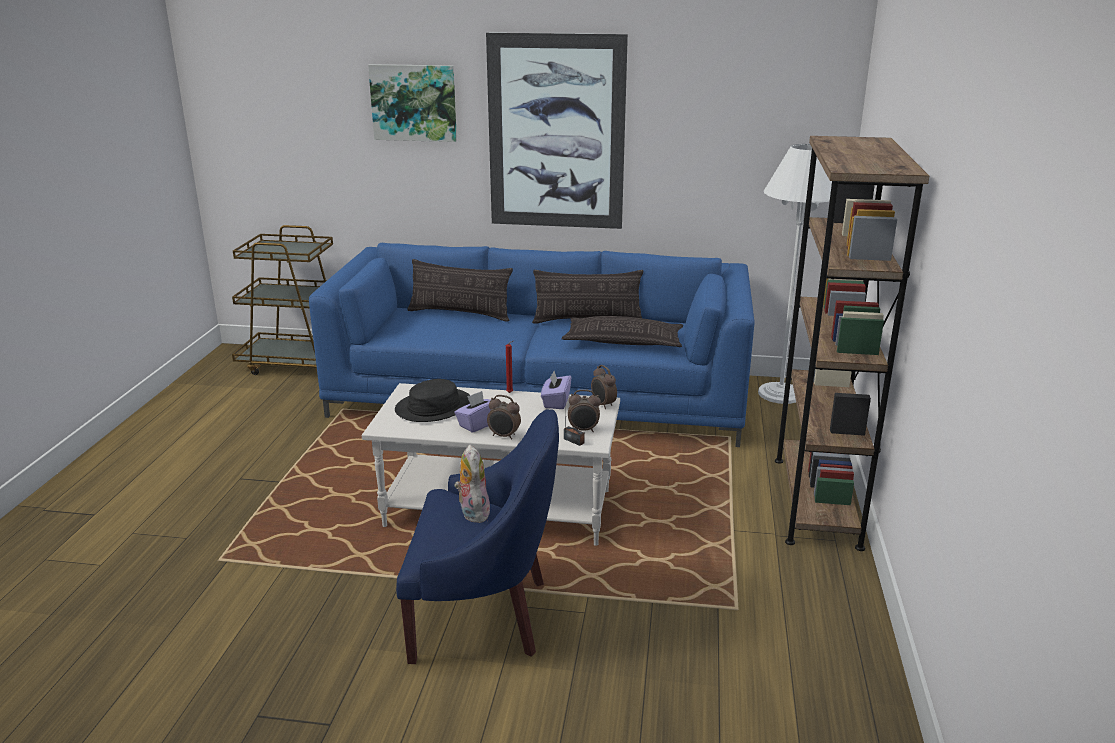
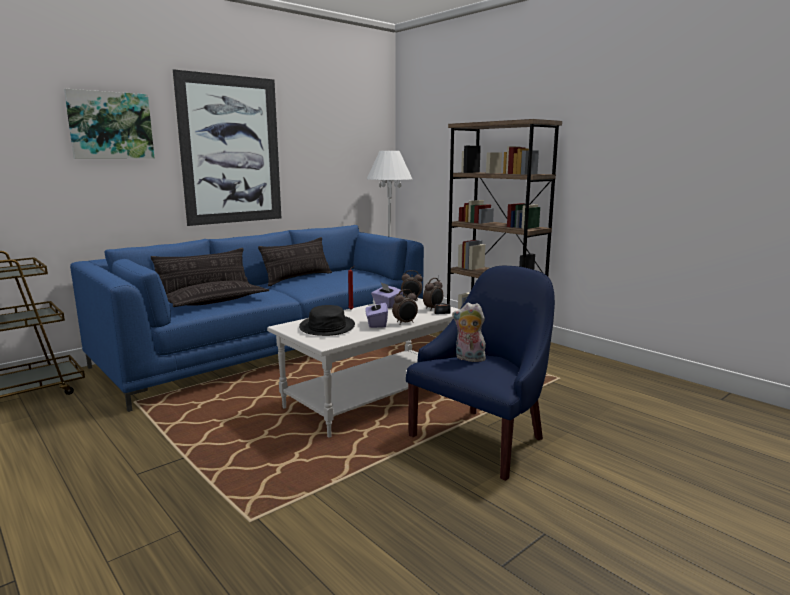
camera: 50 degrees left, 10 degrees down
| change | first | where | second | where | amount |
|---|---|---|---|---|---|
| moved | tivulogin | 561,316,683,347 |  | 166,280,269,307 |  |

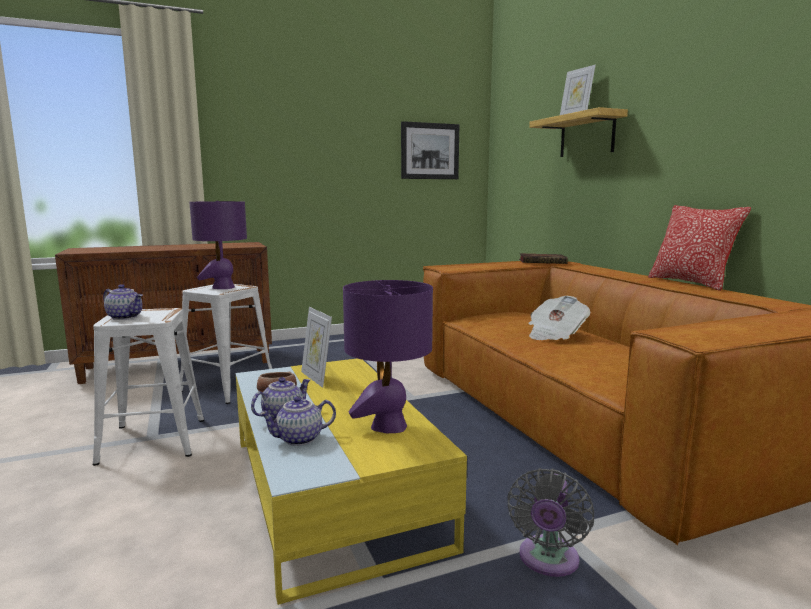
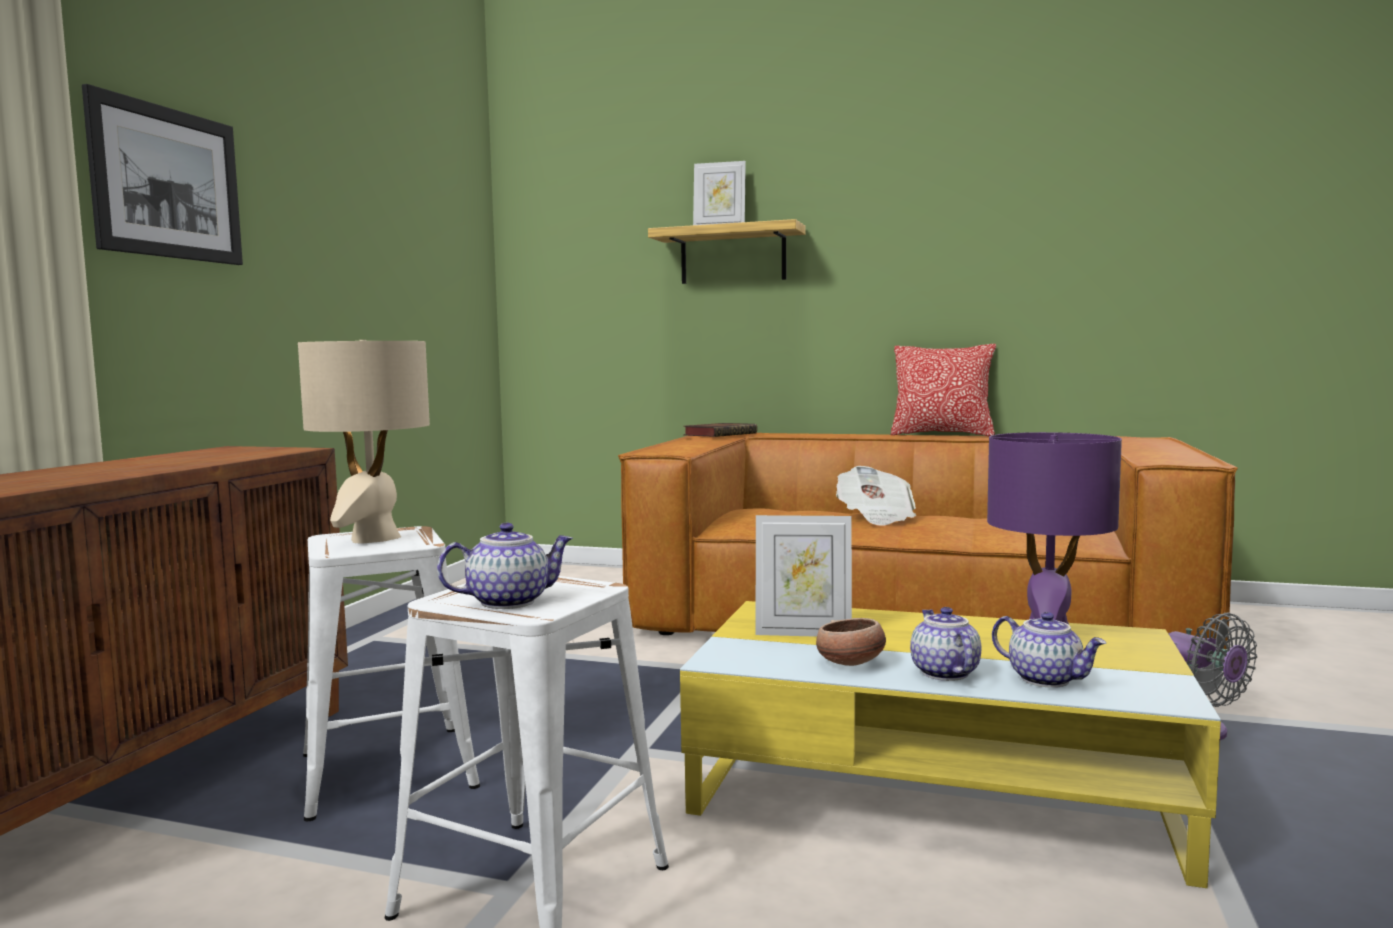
camera: 50 degrees left, 5 degrees down
| change | first | where | second | where | amount |
|---|---|---|---|---|---|
| moved | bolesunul | 401,121,459,179 |  | 82,84,243,265 |  |
| recoloured | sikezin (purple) | 189,201,247,289 | sikezin (beige) | 298,340,430,543 |  |
| turned | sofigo | 259,396,336,446 |  | 992,612,1106,688 | 60 degrees counterclockwise |

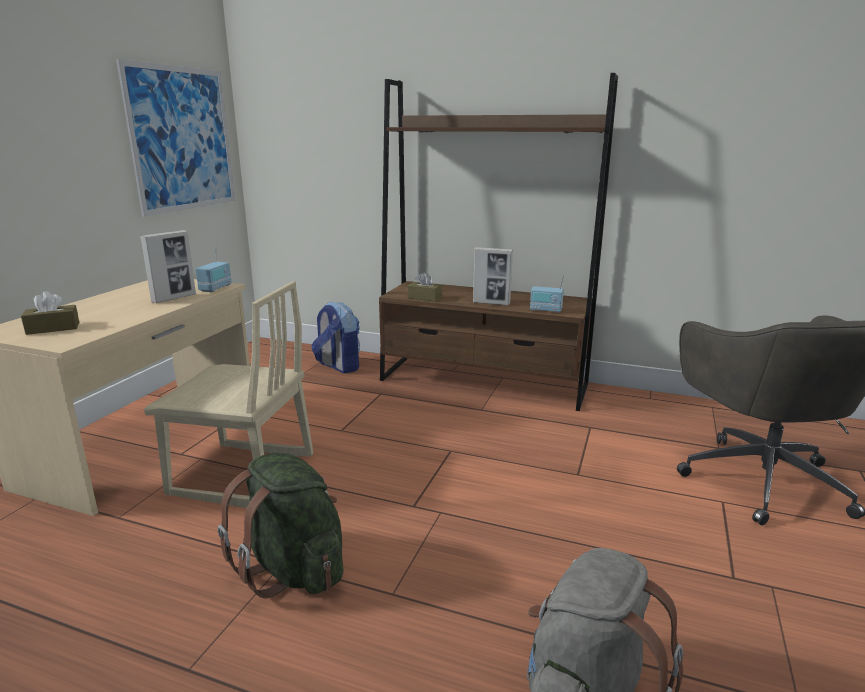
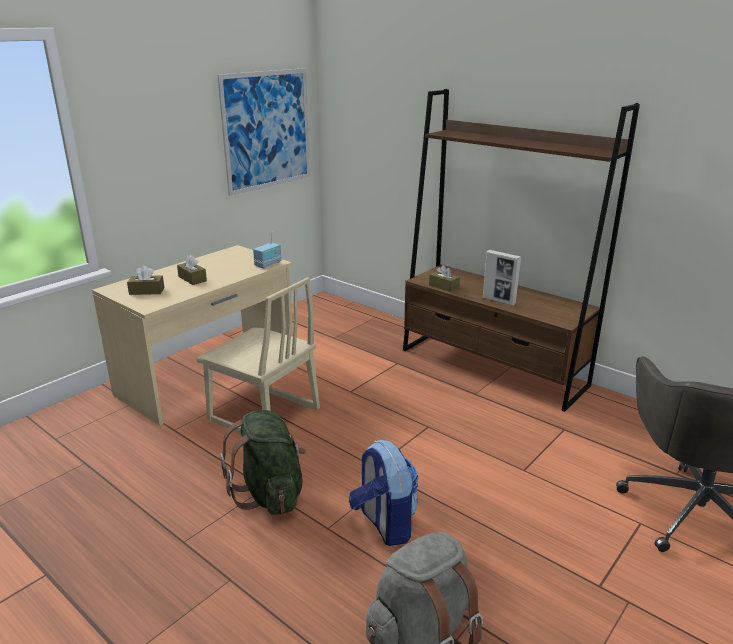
camera: 20 degrees right, 5 degrees up
| change | first | where | second | where | amount |
|---|---|---|---|---|---|
| removed | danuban | 140,230,196,303 |  |  |  |
| removed | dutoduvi | 530,275,564,313 |  |  |  |
| added |  |  | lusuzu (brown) | 177,255,207,285 |  |
| moved | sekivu | 311,302,360,373 |  | 349,440,419,546 |  |

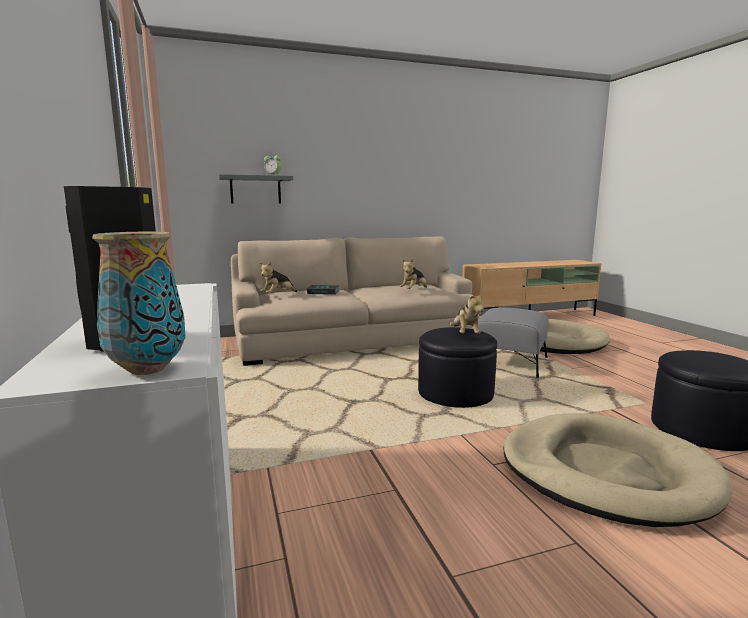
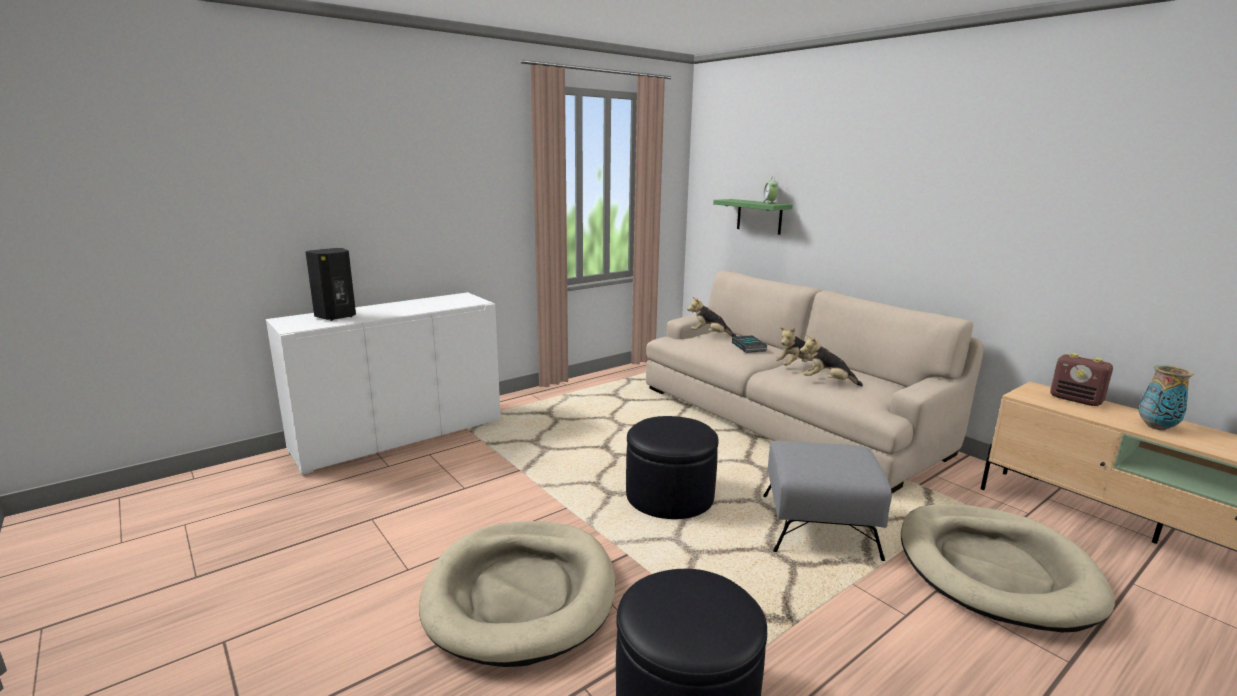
camera: 70 degrees right, 5 degrees up
| change | first | where | second | where | amount |
|---|---|---|---|---|---|
| added |  |  | dutoduvi | 1050,353,1113,406 |  |
| moved | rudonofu | 92,232,186,375 |  | 1138,365,1194,430 |  |
| moved | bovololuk | 450,292,484,334 |  | 776,327,812,366 |  |
| recoloured | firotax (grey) | 219,174,293,204 | firotax (green) | 713,199,793,235 |  |

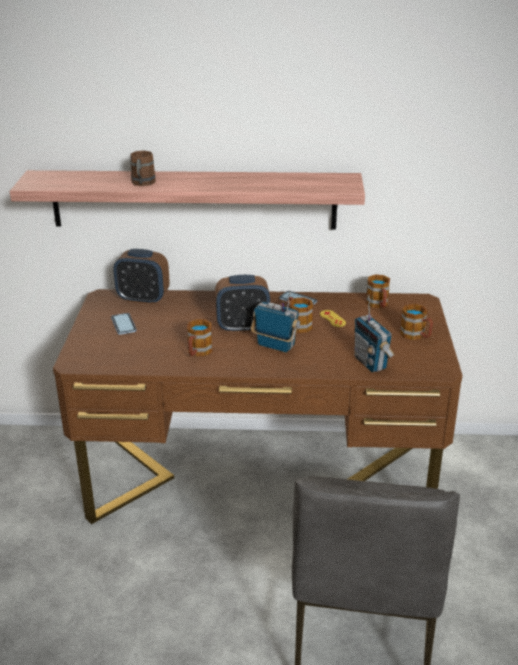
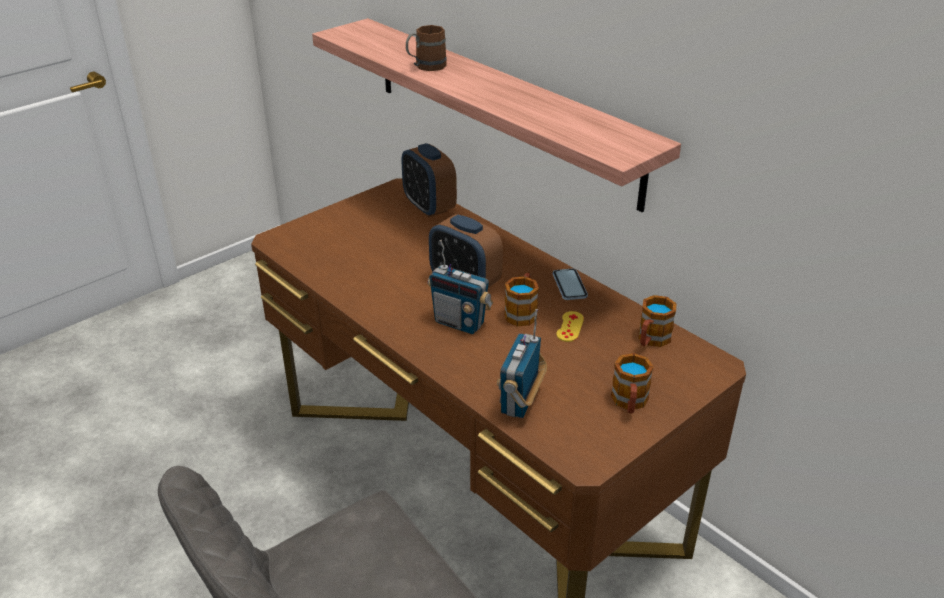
camera: 45 degrees right, 5 degrees up
| change | first | where | second | where | amount |
|---|---|---|---|---|---|
| removed | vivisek | 111,313,137,335 |  |  |  |
| removed | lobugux | 187,319,212,356 |  |  |  |
| turned | dutoduvi | 251,293,300,353 |  | 428,240,493,334 | 135 degrees clockwise |

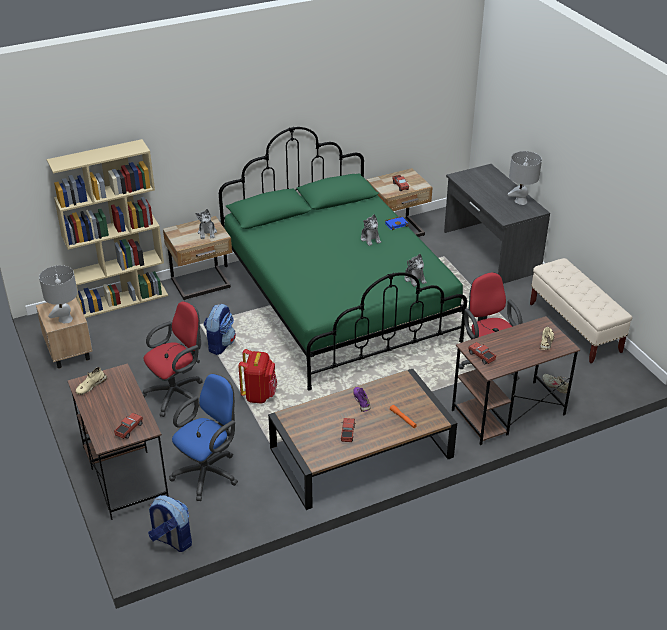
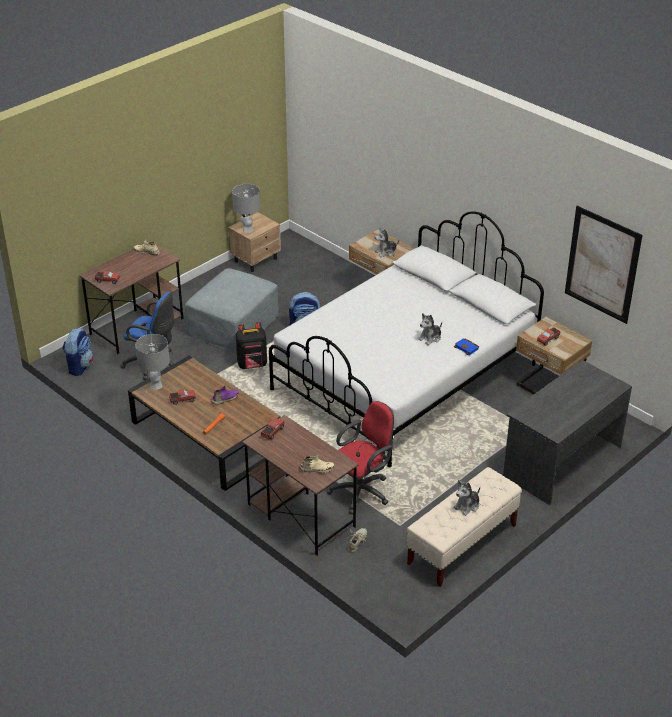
camera: 70 degrees right, 0 degrees up
| change | first | where | second | where | amount |
|---|---|---|---|---|---|
| removed | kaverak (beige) | 47,139,168,318 |  |  |  |
| added |  |  | bolesunul | 565,206,642,324 |  |
| moved | bovololuk | 404,254,427,287 |  | 453,480,480,516 |  |
| moved | sikezin (grey) | 508,151,542,205 |  | 135,334,170,390 |  |
| replaced | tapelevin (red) | 142,301,203,417 | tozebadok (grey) | 185,268,279,353 |  |
| recoloured | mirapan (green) | 219,127,467,390 | mirapan (white) | 269,211,544,467 |  |
| recoloured | sekivu (red) | 238,349,277,404 | sekivu (black) | 236,322,267,369 |  |

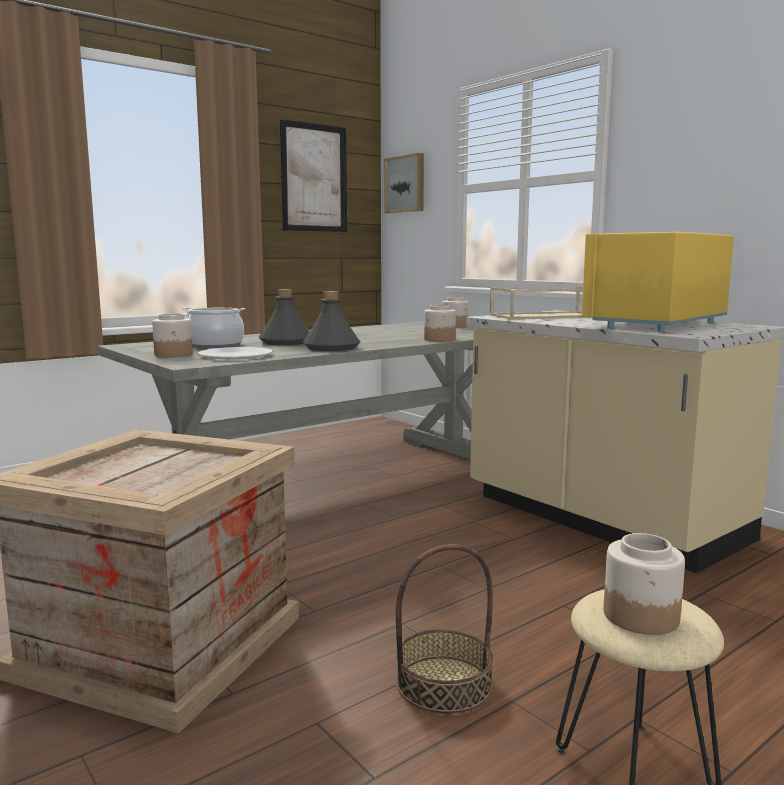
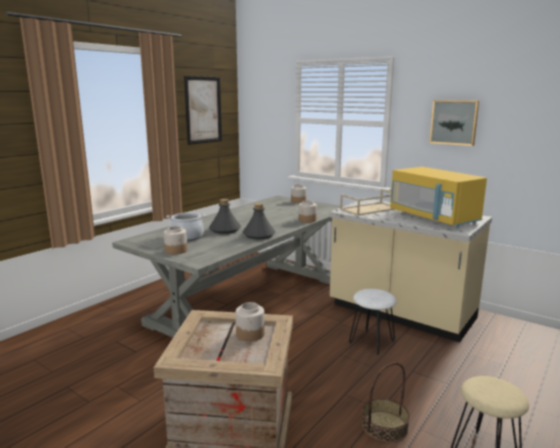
camera: 15 degrees left, 5 degrees up
| change | first | where | second | where | amount |
|---|---|---|---|---|---|
| removed | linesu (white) | 198,347,273,359 |  |  |  |
| added |  |  | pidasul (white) | 349,289,396,355 |  |
| moved | bolesunul | 384,153,424,213 |  | 430,100,479,146 |  |
| moved | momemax | 604,533,685,635 |  | 236,302,265,341 |  |
| turned | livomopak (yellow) | 582,232,734,332 |  | 390,167,487,228 | 60 degrees counterclockwise |

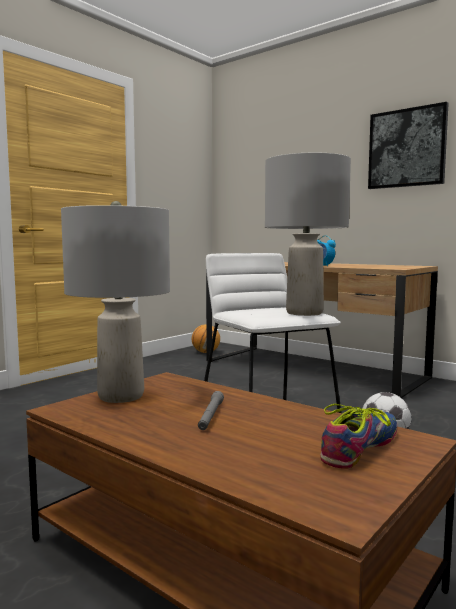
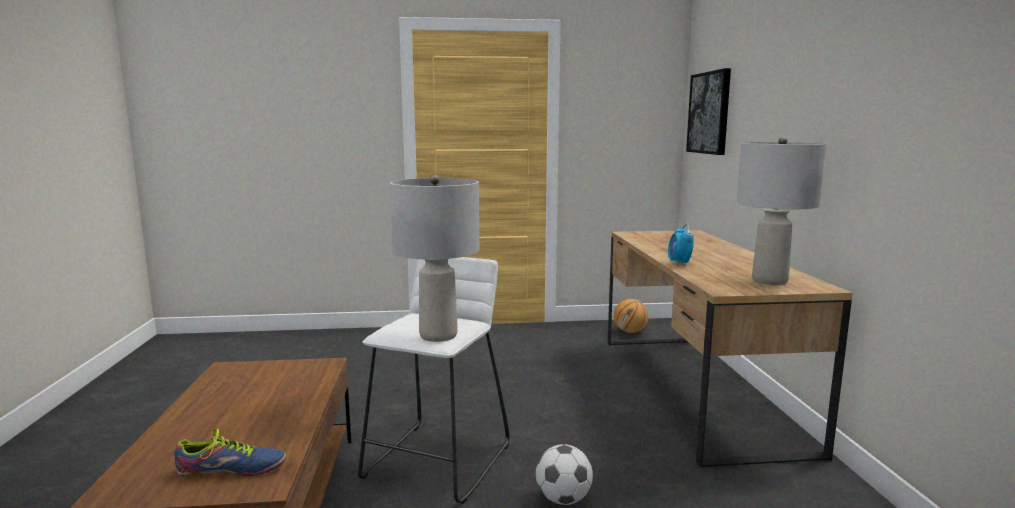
camera: 45 degrees right, 5 degrees up
| change | first | where | second | where | amount |
|---|---|---|---|---|---|
| removed | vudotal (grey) | 198,391,224,430 |  |  |  |
| moved | sikezin (grey) | 61,201,170,403 |  | 737,137,826,285 |  |
| moved | bolesunul | 368,102,449,189 |  | 686,68,731,155 |  |

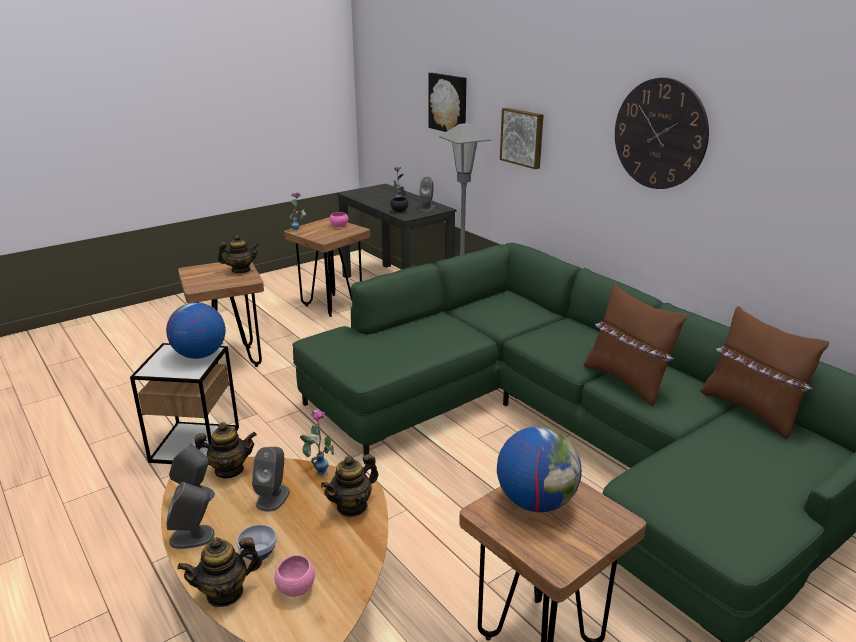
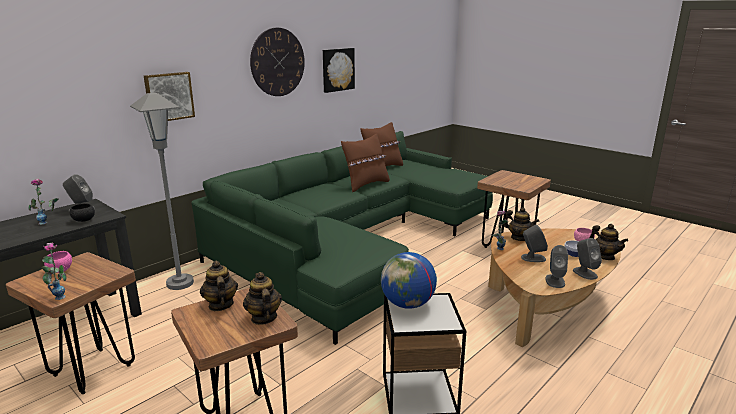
camera: 100 degrees left, 5 degrees down
| change | first | where | second | where | amount |
|---|---|---|---|---|---|
| removed | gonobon | 497,427,582,512 |  |  |  |
| moved | sofigo | 195,422,257,479 |  | 243,272,282,325 |  |
| moved | bolesunul | 428,73,467,132 |  | 323,48,355,93 |  |

